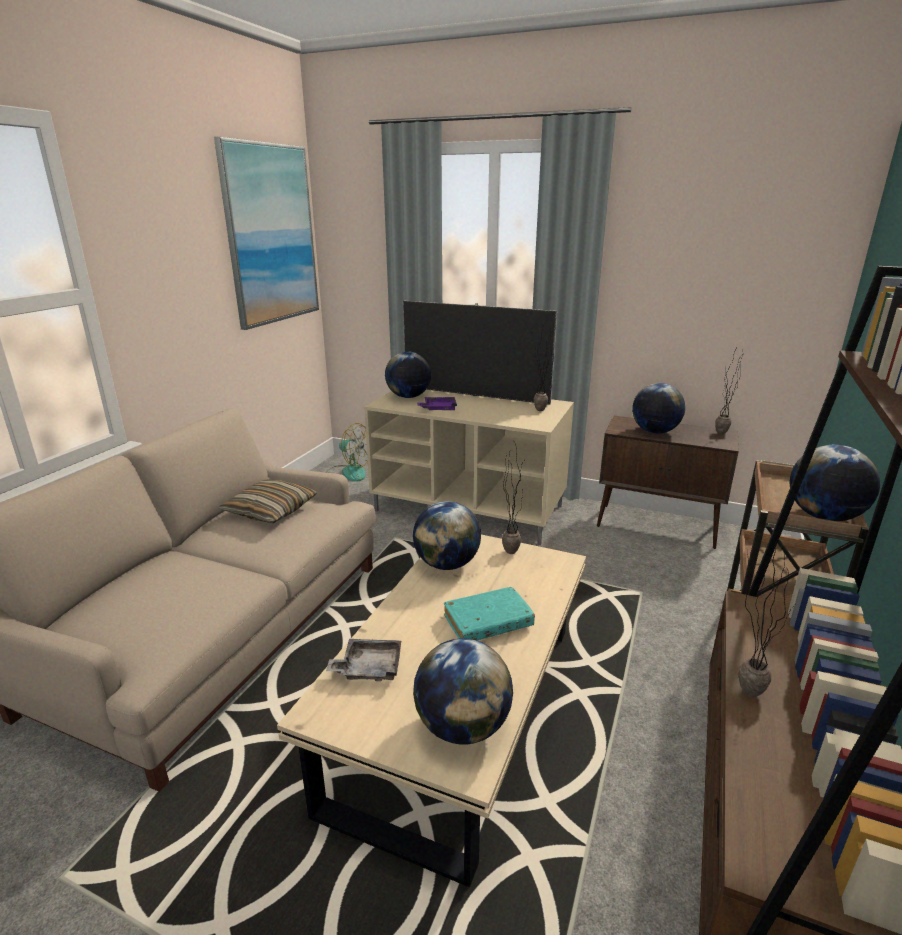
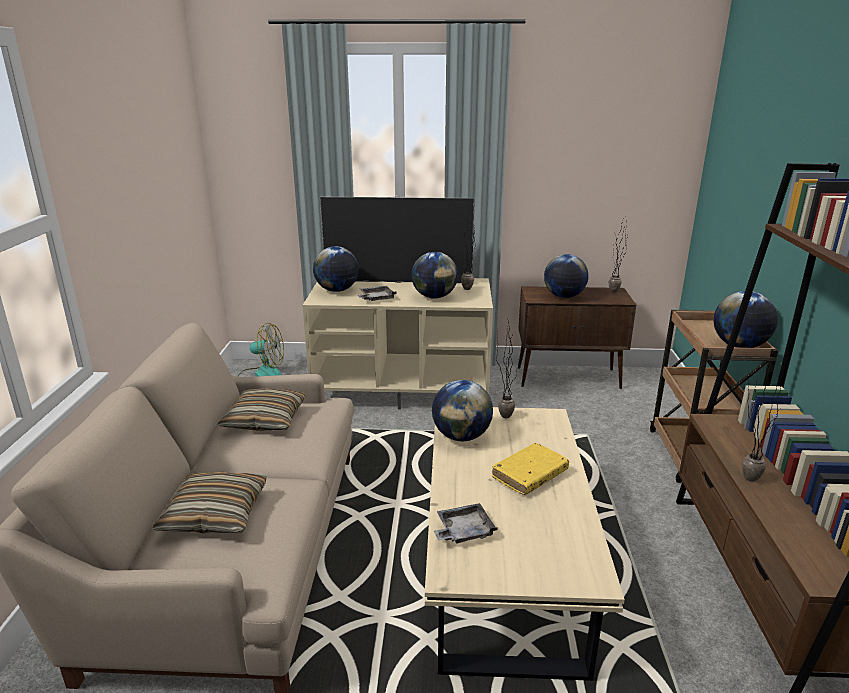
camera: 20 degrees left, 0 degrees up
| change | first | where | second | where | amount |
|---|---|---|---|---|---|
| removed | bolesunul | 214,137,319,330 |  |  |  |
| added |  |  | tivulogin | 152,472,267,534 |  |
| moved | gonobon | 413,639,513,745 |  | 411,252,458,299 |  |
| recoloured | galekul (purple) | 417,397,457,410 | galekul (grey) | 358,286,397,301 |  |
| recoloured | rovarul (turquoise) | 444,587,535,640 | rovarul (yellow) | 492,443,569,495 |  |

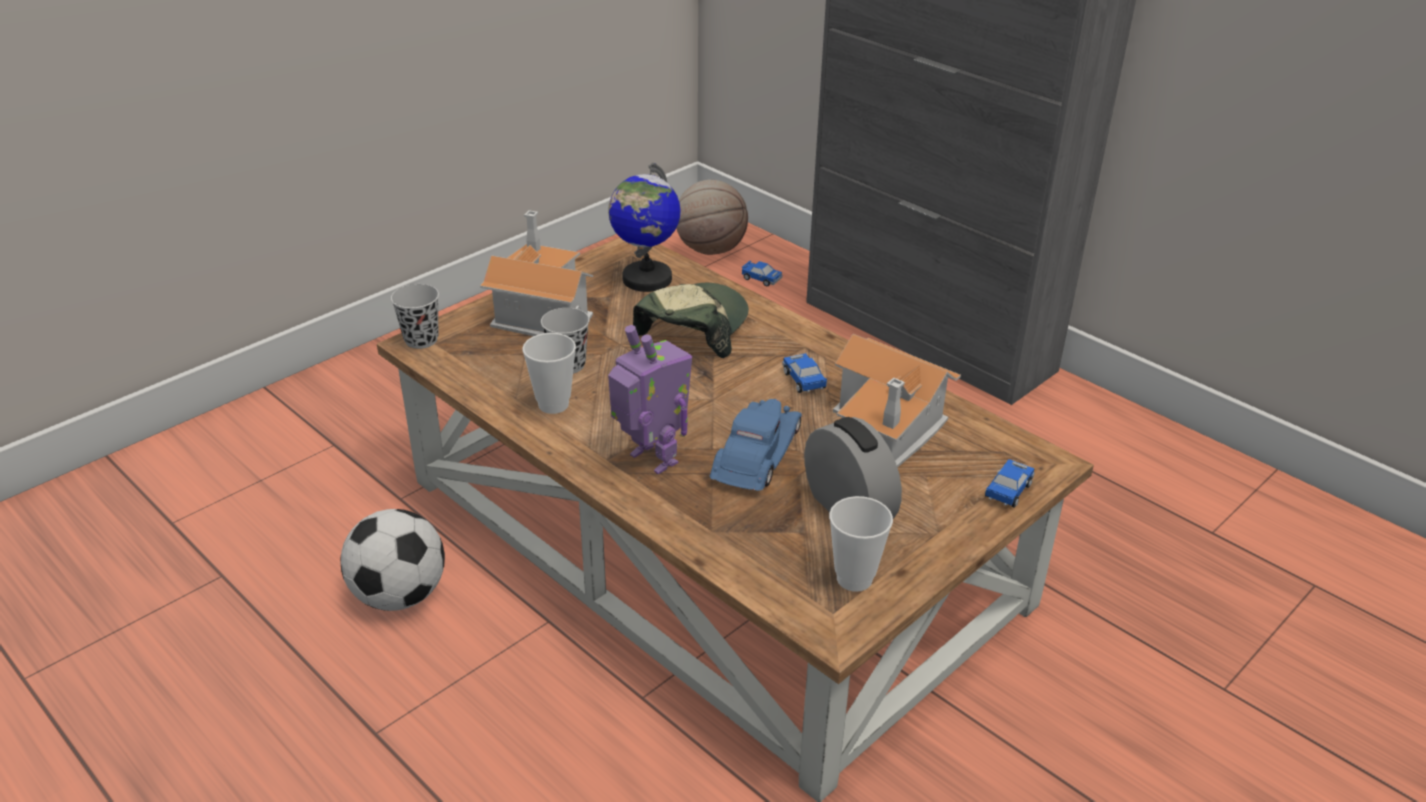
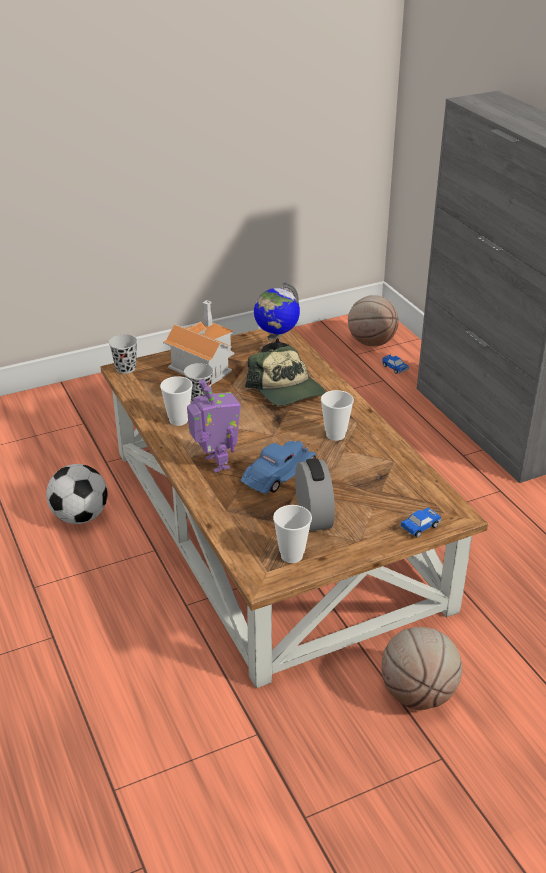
camera: 20 degrees right, 0 degrees up
| change | first | where | second | where | amount |
|---|---|---|---|---|---|
| removed | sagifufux | 833,334,961,468 |  |  |  |
| added |  |  | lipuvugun | 381,627,462,710 |  |
| replaced | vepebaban | 782,353,827,393 | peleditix | 321,390,354,441 |  |
| turned | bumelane | 633,283,749,358 |  | 245,346,325,406 | 105 degrees clockwise |

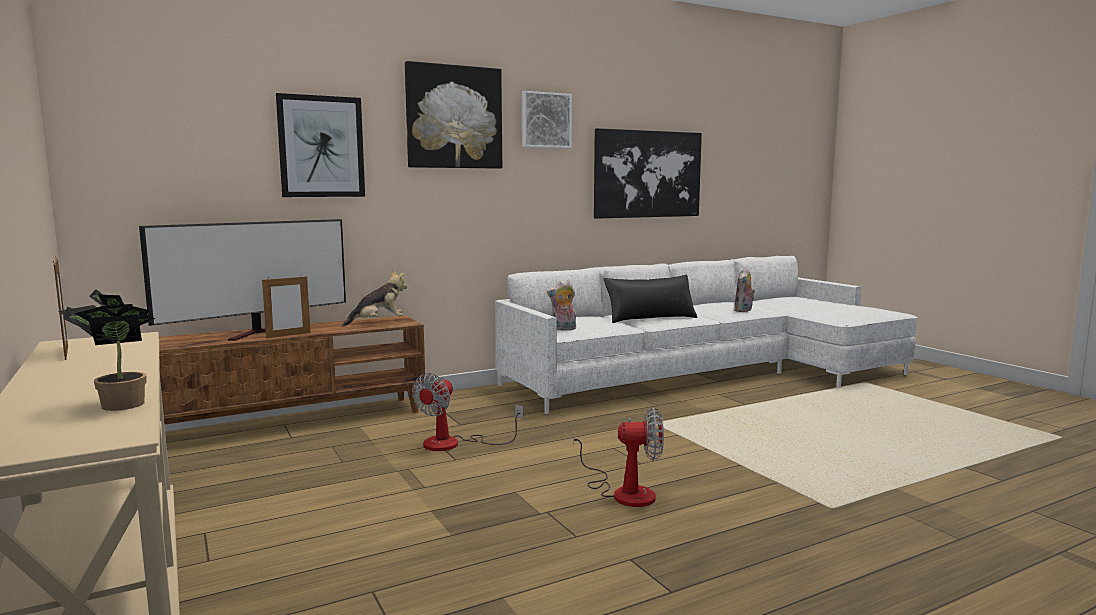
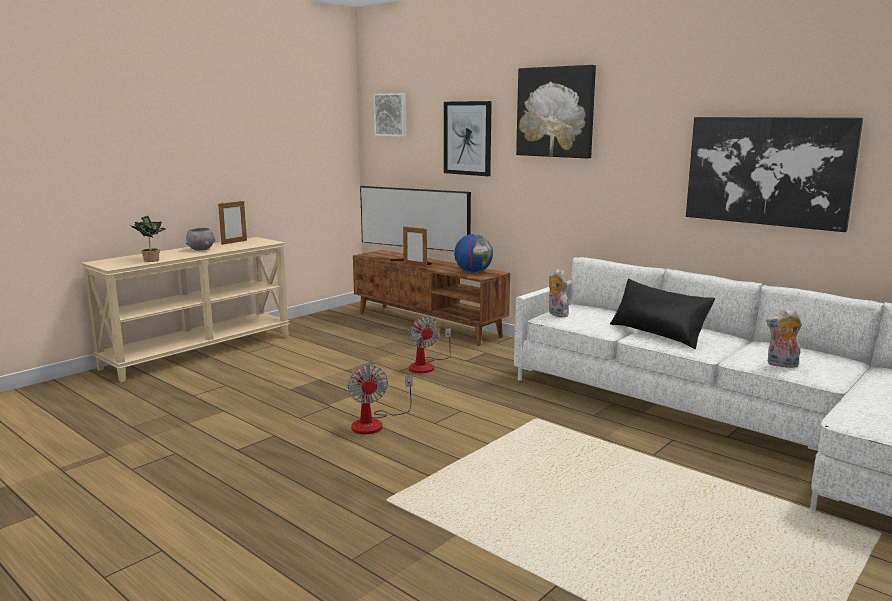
camera: 70 degrees right, 5 degrees up
| change | first | where | second | where | amount |
|---|---|---|---|---|---|
| added |  |  | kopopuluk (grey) | 186,228,216,251 |  |
| moved | bolesunul | 522,91,572,149 |  | 373,93,406,137 |  |
| replaced | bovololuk | 342,270,407,326 | gonobon | 454,234,493,273 |  |
| turned | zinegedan | 412,373,523,451 |  | 409,316,451,373 | 120 degrees counterclockwise |

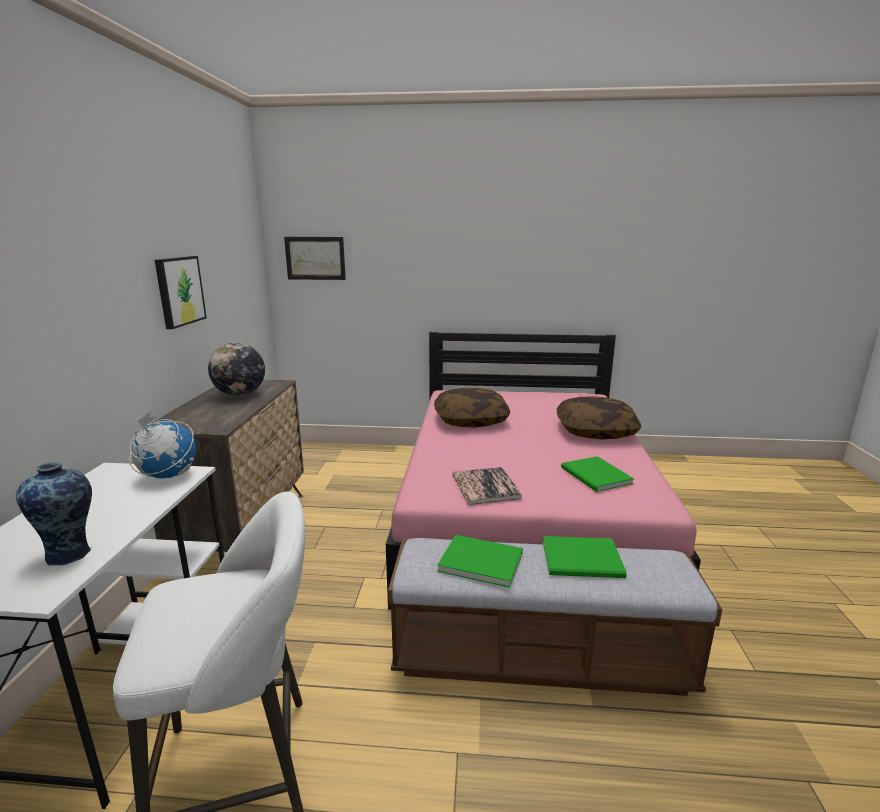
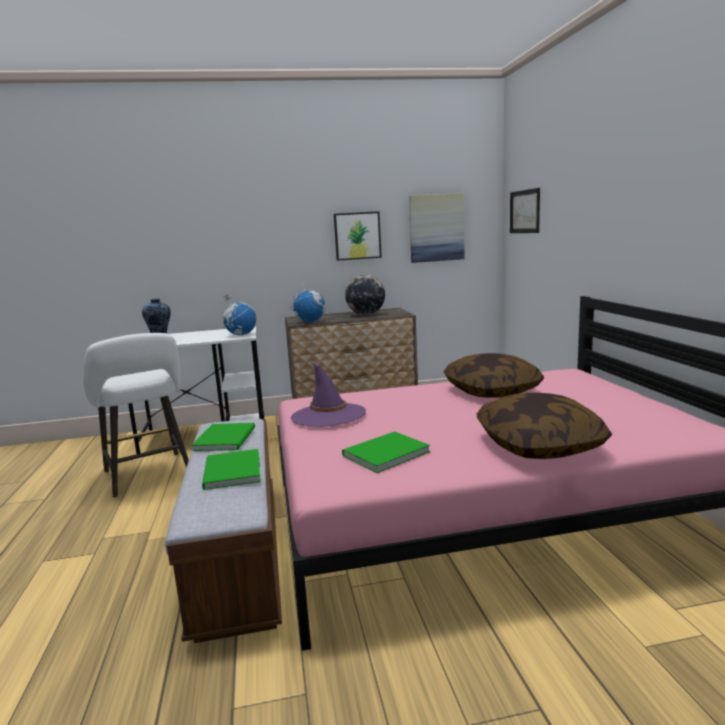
camera: 75 degrees right, 5 degrees down
| change | first | where | second | where | amount |
|---|---|---|---|---|---|
| added |  |  | gonobon | 290,282,326,322 |  |
| added |  |  | bolesunul | 409,193,464,263 |  |
| replaced | rovarul | 452,467,522,505 | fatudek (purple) | 290,362,366,427 |  |

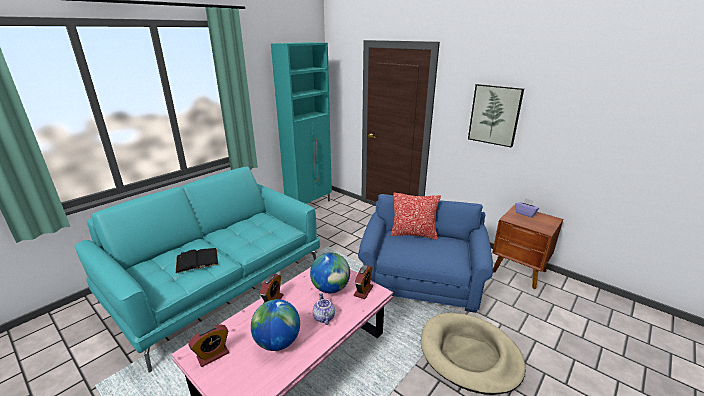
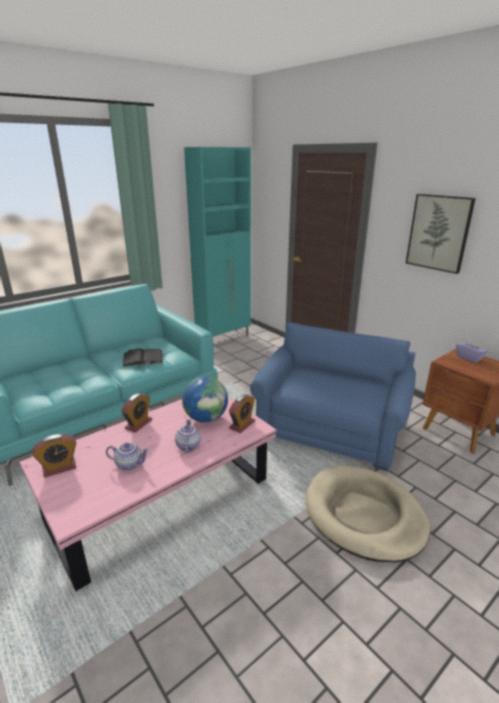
camera: 10 degrees right, 0 degrees up
| change | first | where | second | where | amount |
|---|---|---|---|---|---|
| removed | tivulogin | 391,193,441,240 |  |  |  |
| moved | rovarul (black) | 176,248,218,273 |  | 122,348,163,367 |  |
| replaced | gonobon | 251,299,300,351 | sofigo | 106,442,149,471 |  |

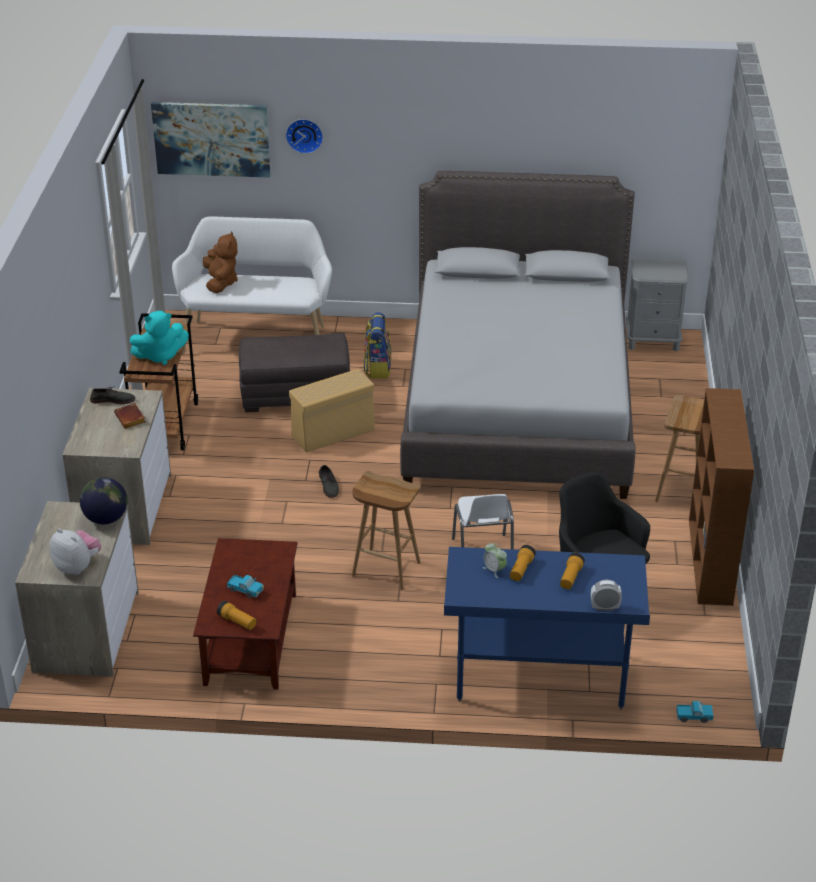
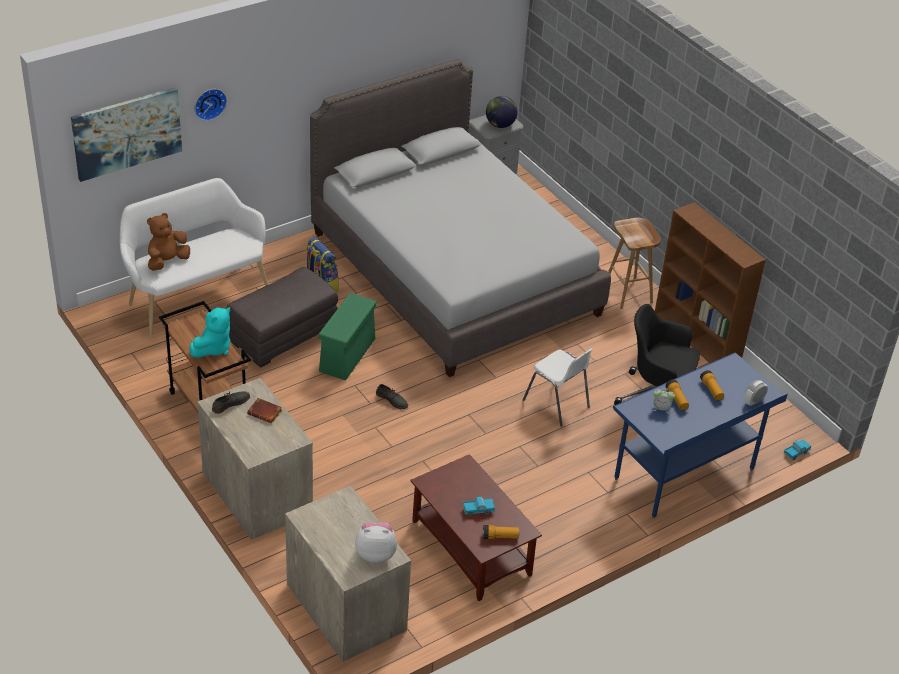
camera: 40 degrees left, 5 degrees up
| change | first | where | second | where | amount |
|---|---|---|---|---|---|
| removed | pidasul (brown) | 352,471,421,590 |  |  |  |
| moved | gonobon | 80,477,128,524 |  | 486,96,518,128 |  |
| recoloured | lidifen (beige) | 289,369,375,453 | lidifen (green) | 319,293,377,380 |  |
| turned | bovololuk (brown) | 203,231,238,293 |  | 147,213,190,271 | 90 degrees counterclockwise |

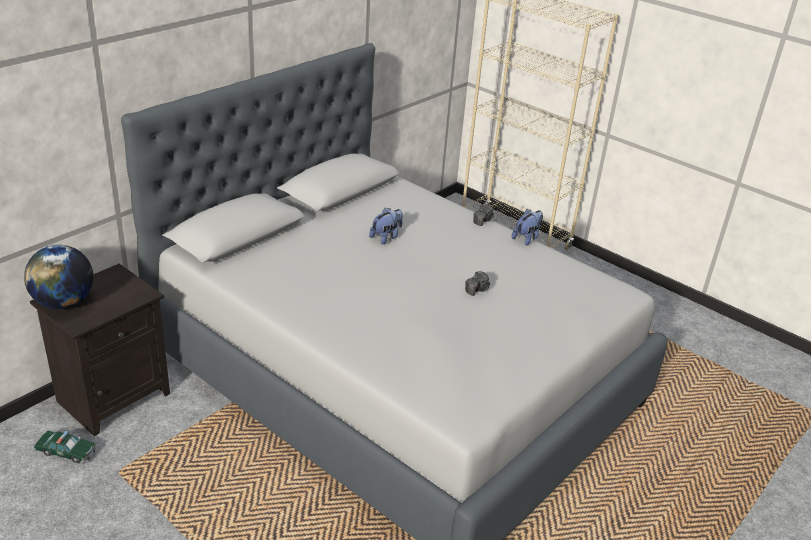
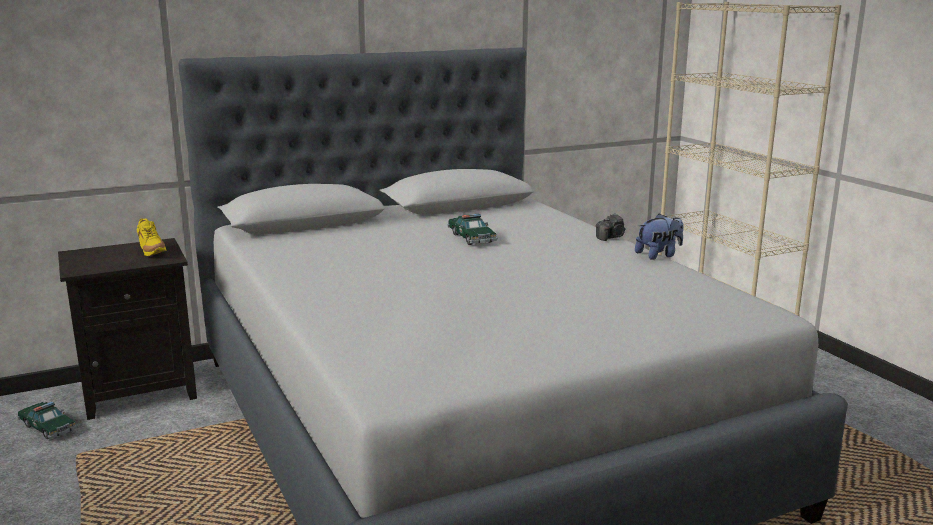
camera: 25 degrees right, 15 degrees down
| change | first | where | second | where | amount |
|---|---|---|---|---|---|
| removed | gonobon | 24,245,94,309 |  |  |  |
| removed | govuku | 465,271,490,296 |  |  |  |
| added |  |  | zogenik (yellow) | 137,218,166,256 |  |
| replaced | bovololuk | 369,208,403,245 | vepebaban | 447,214,498,245 |  |

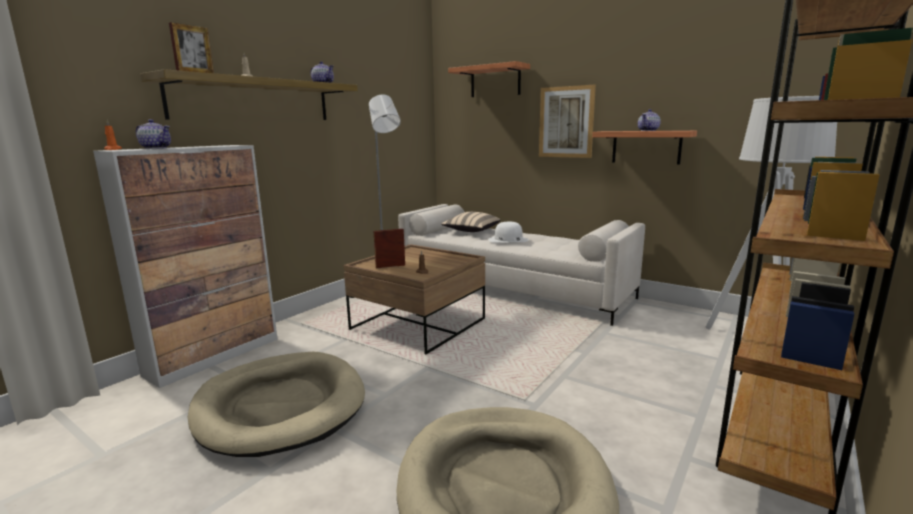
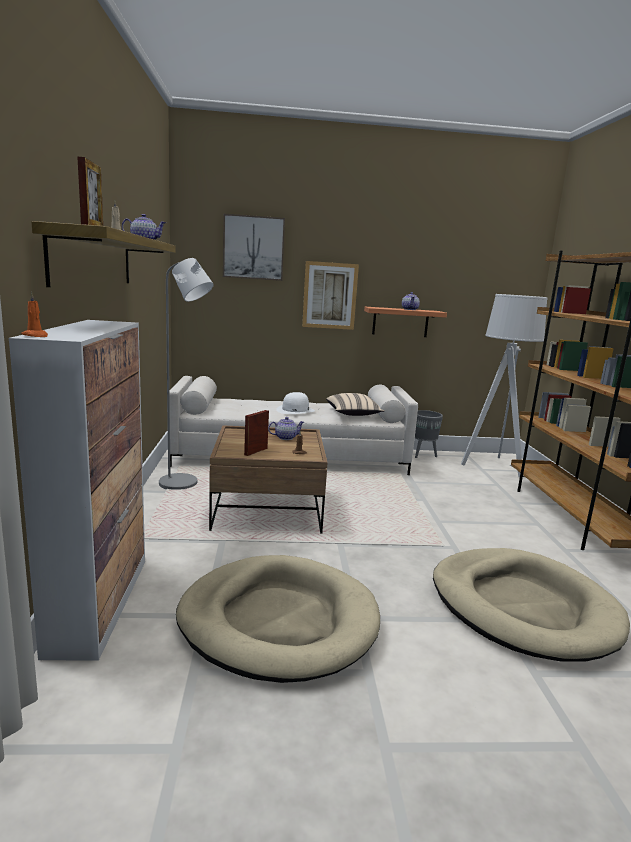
camera: 40 degrees left, 0 degrees up
| change | first | where | second | where | amount |
|---|---|---|---|---|---|
| added |  |  | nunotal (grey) | 415,410,443,458 |  |
| moved | sofigo | 136,119,171,149 |  | 268,417,304,440 |  |
| moved | tivulogin (beige) | 441,212,500,232 |  | 326,393,385,416 |  |
| replaced | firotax | 448,61,530,97 | bolesunul | 223,214,285,281 |  |

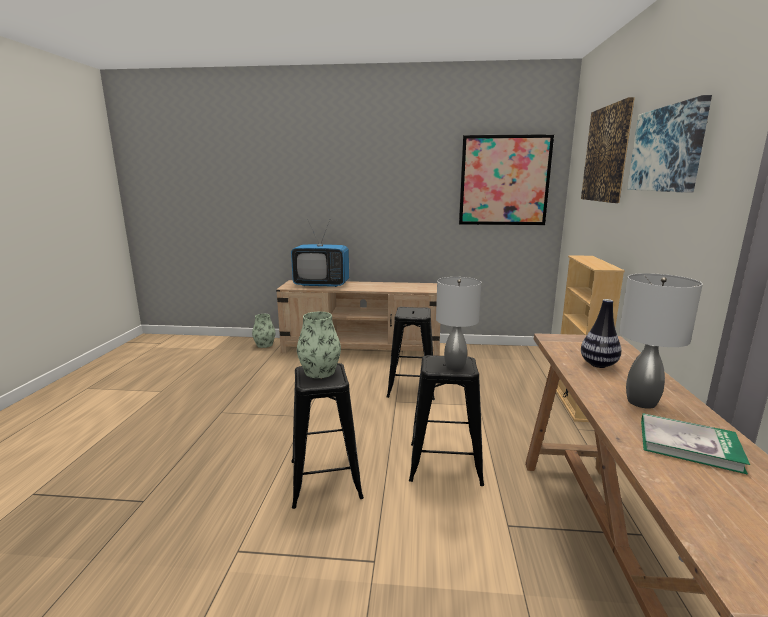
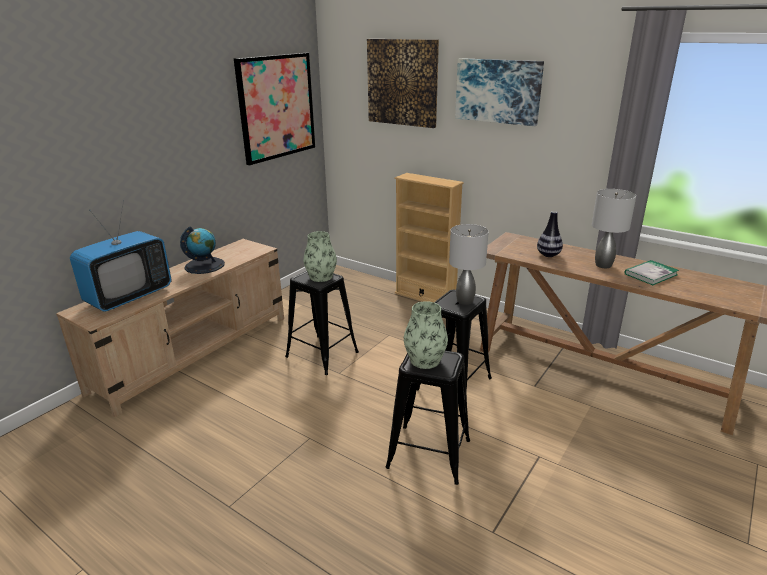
camera: 60 degrees left, 10 degrees up
| change | first | where | second | where | amount |
|---|---|---|---|---|---|
| added |  |  | gonobon | 180,226,225,274 |  |
| moved | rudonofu | 252,314,276,348 |  | 303,231,337,282 |  |

